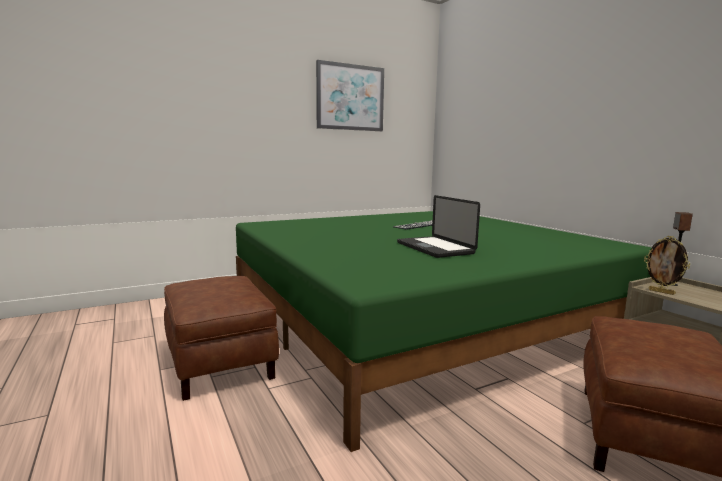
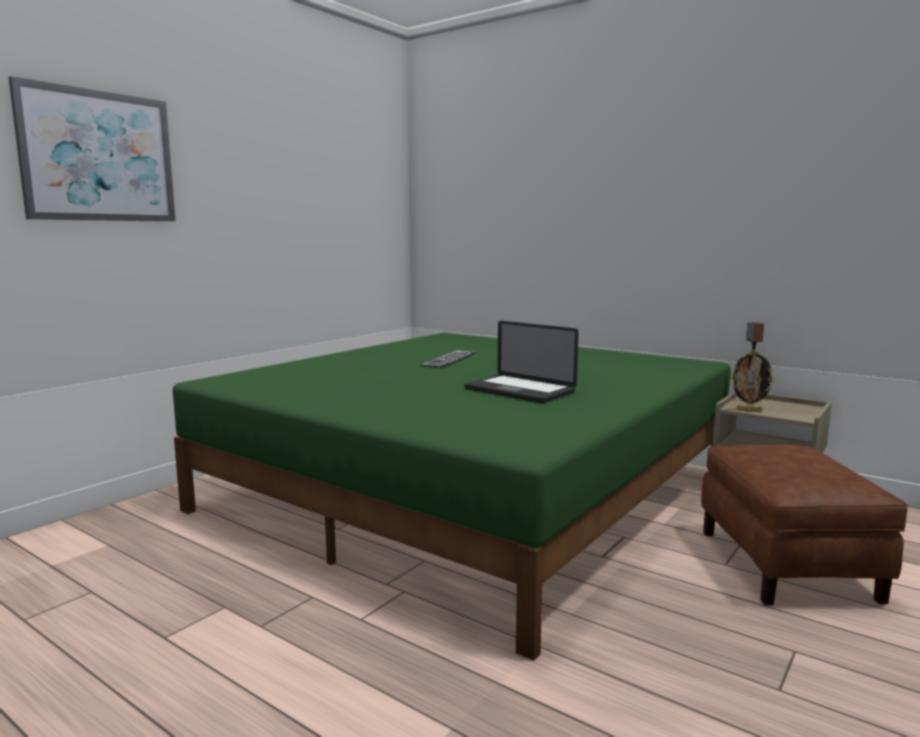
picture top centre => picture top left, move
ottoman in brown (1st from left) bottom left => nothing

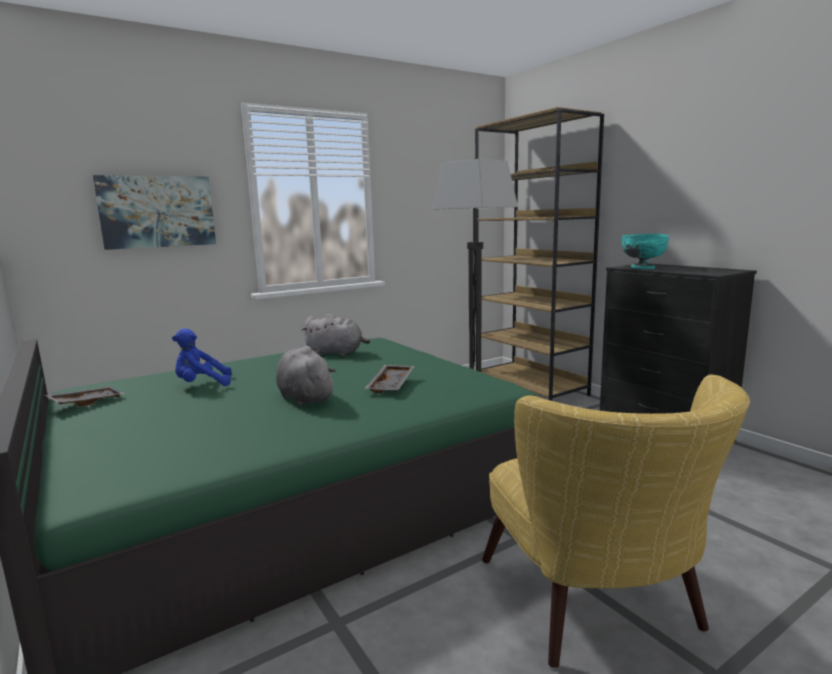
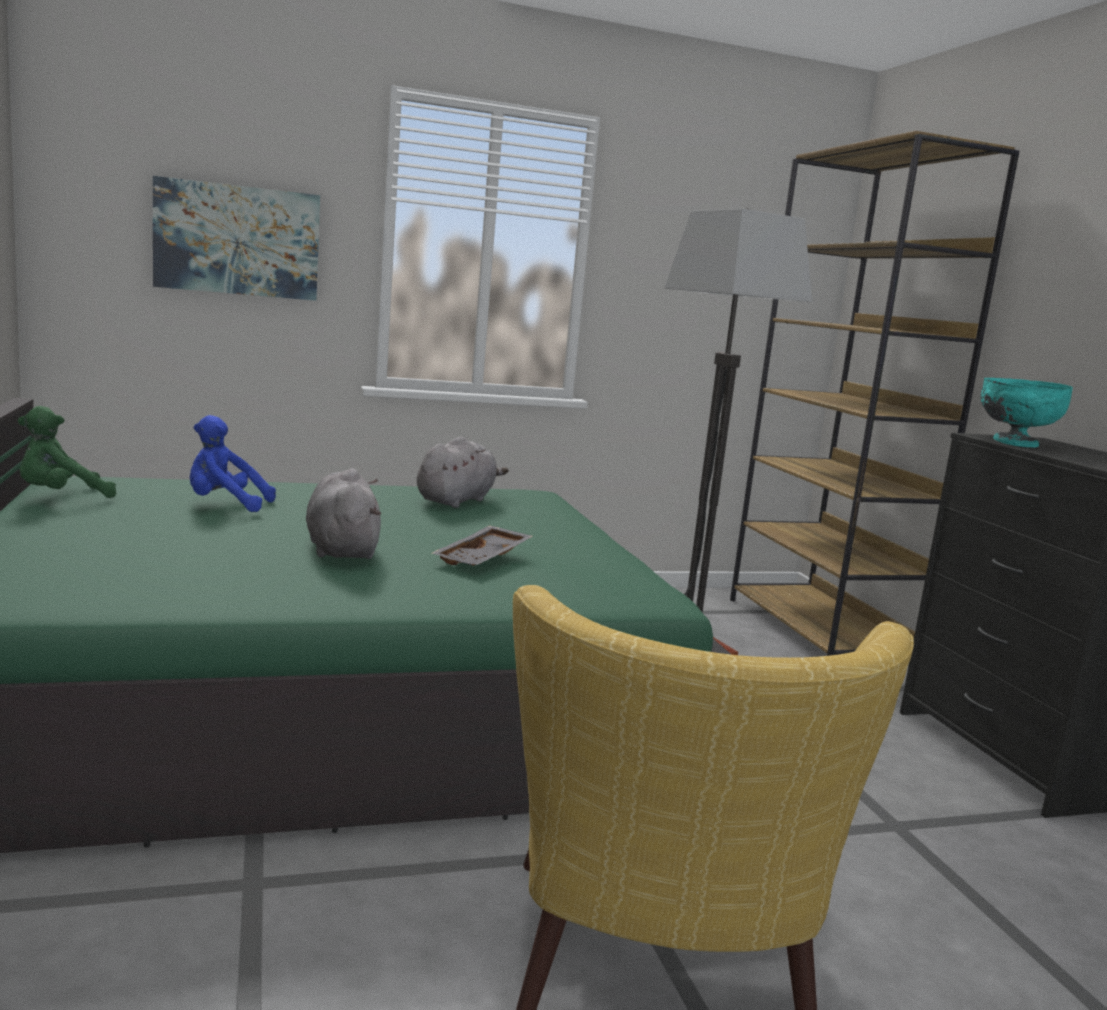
tray in grey (1st from left) middle left => plush toy in green middle left
plush toy in grey (2nd from left) centre, 90 degrees counterclockwise

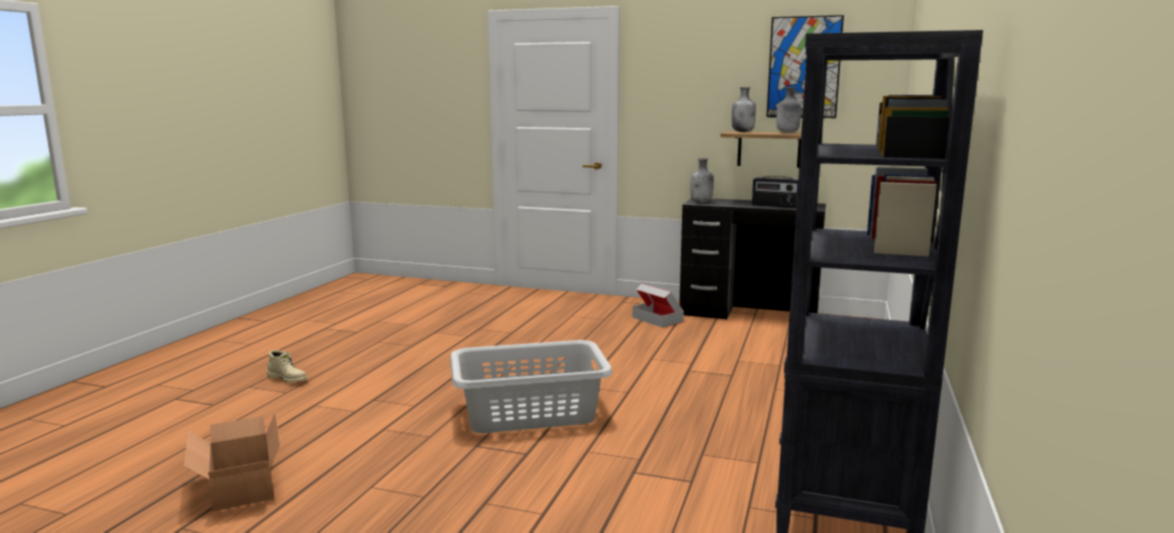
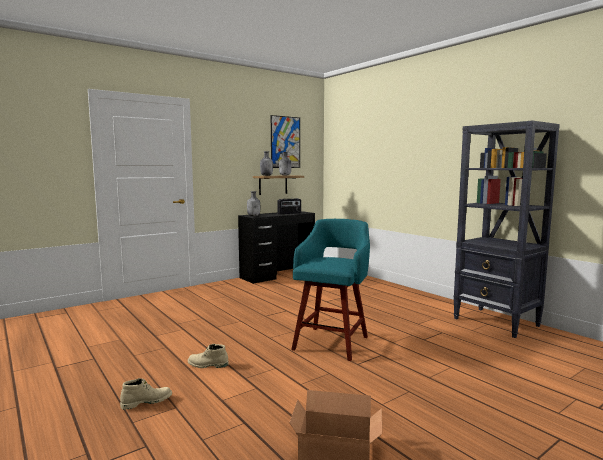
nothing => boot in beige (2nd from left) bottom centre
laundry basket in grey bottom centre => stool in turquoise centre
cardboard box (2nd from left) centre => nothing

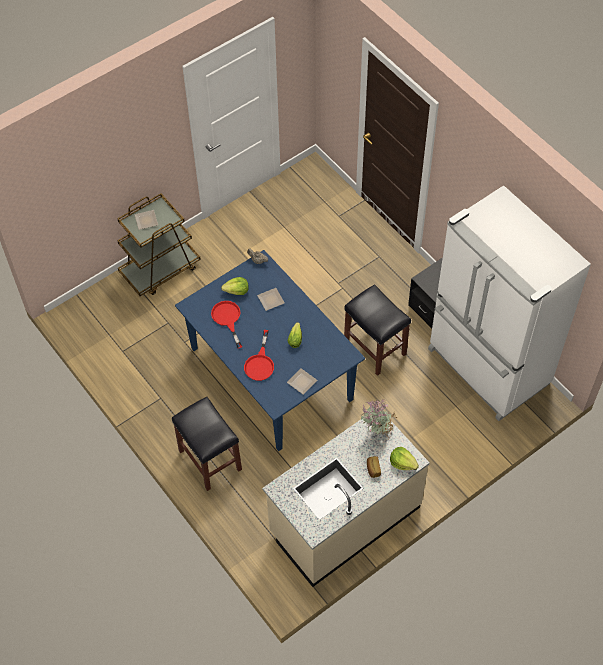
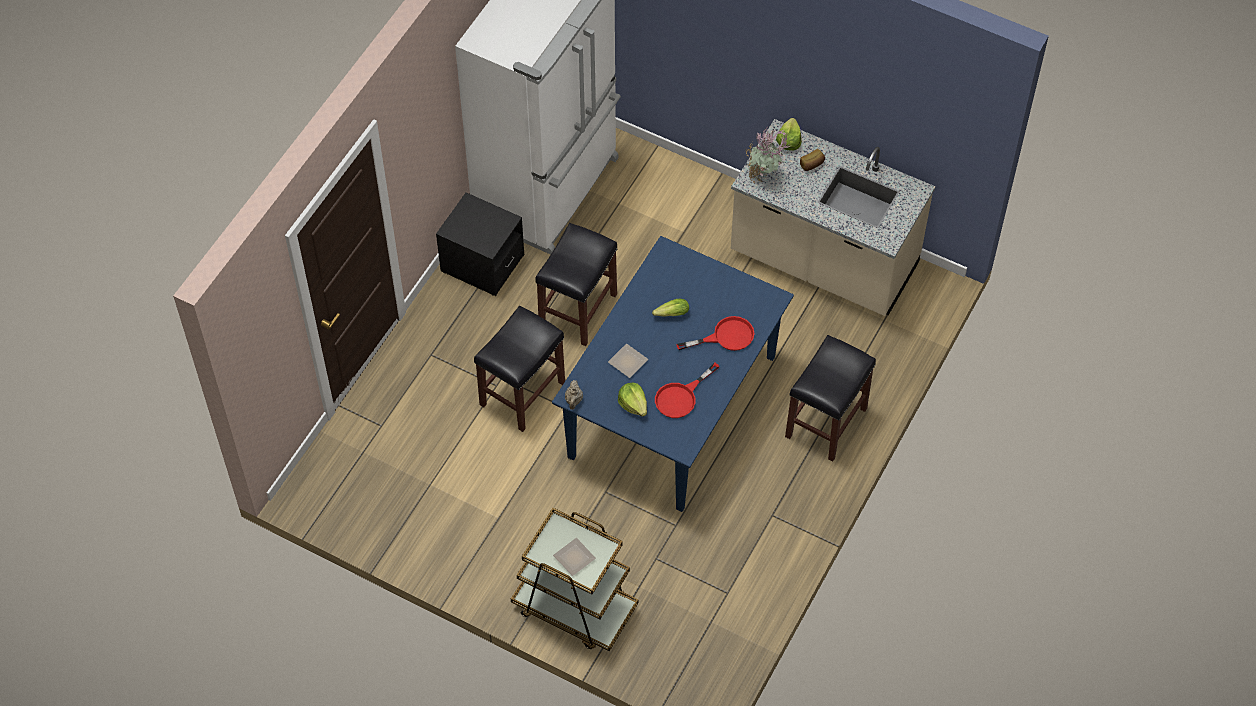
nothing => stool in black (1st from left) centre
plate (3rd from left) centre => nothing

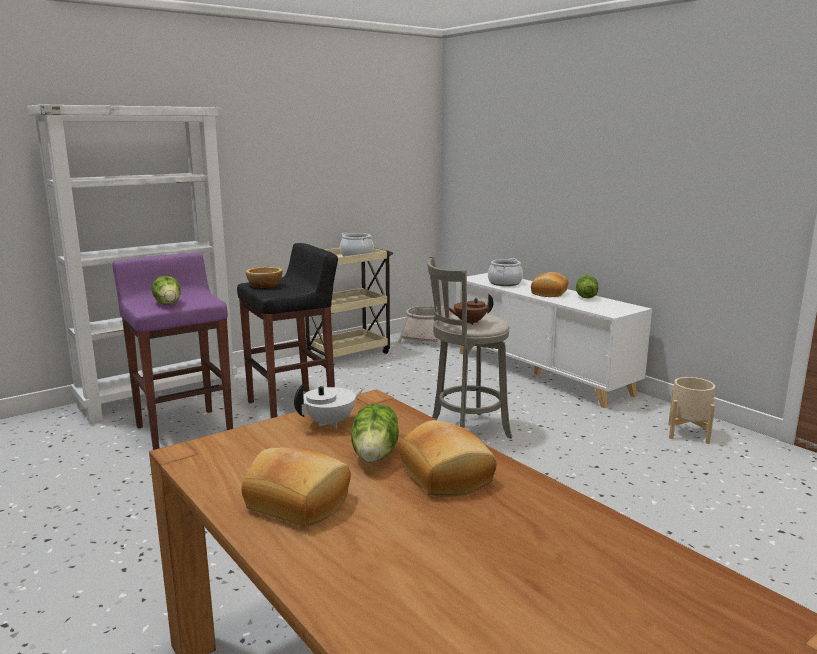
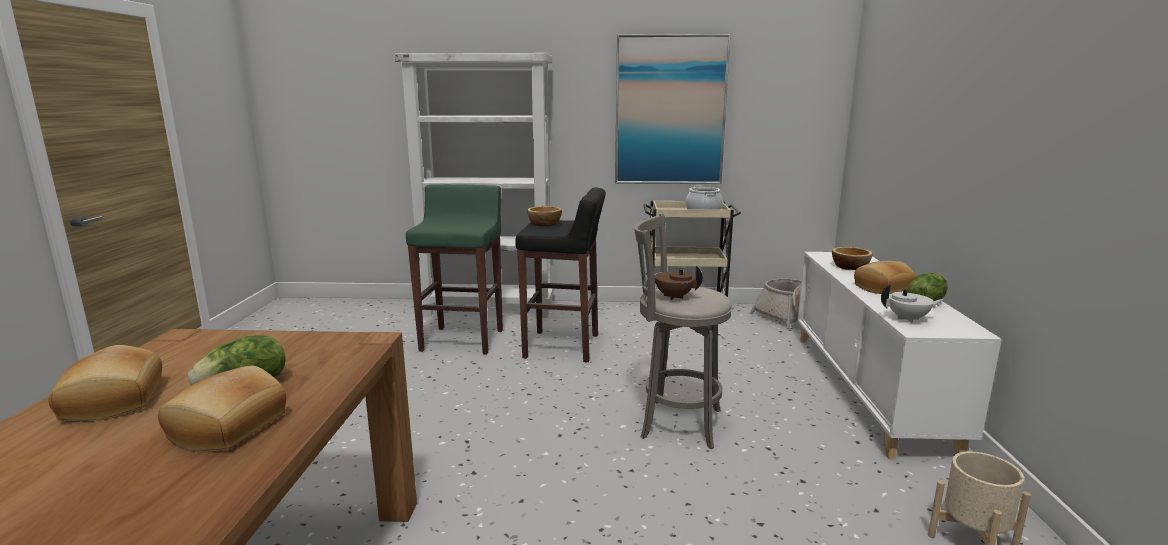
stool in purple middle left => stool in green centre
nothing => picture top centre
cooking pot (2nd from left) centre => bowl (2nd from left) middle right
teapot in white centre => teapot in white middle right, move
lettuce (1st from left) middle left => nothing

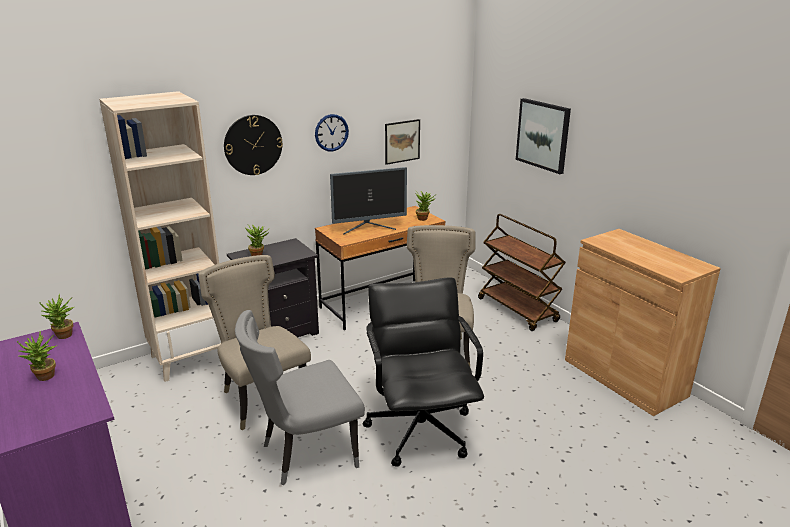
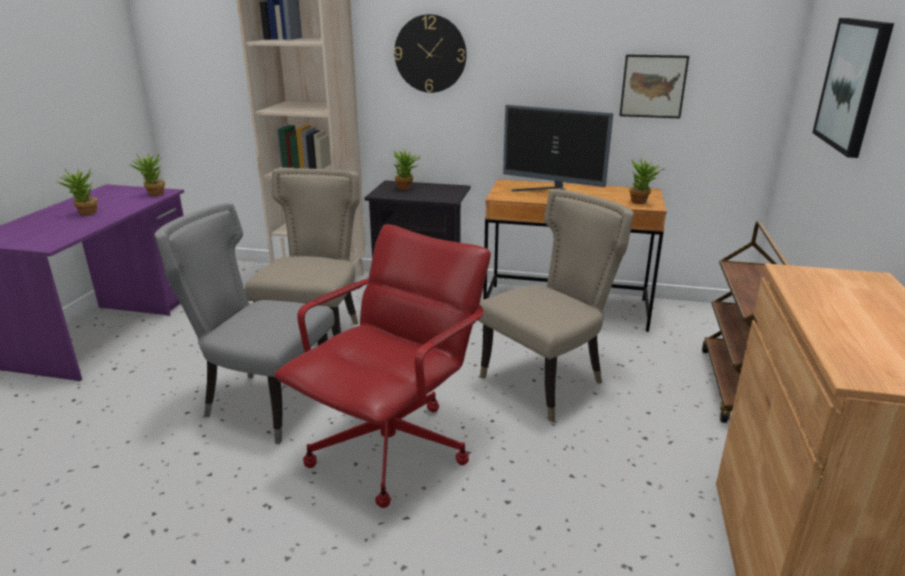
office chair in black bottom centre => office chair in red centre
wall clock (2nd from left) top centre => nothing

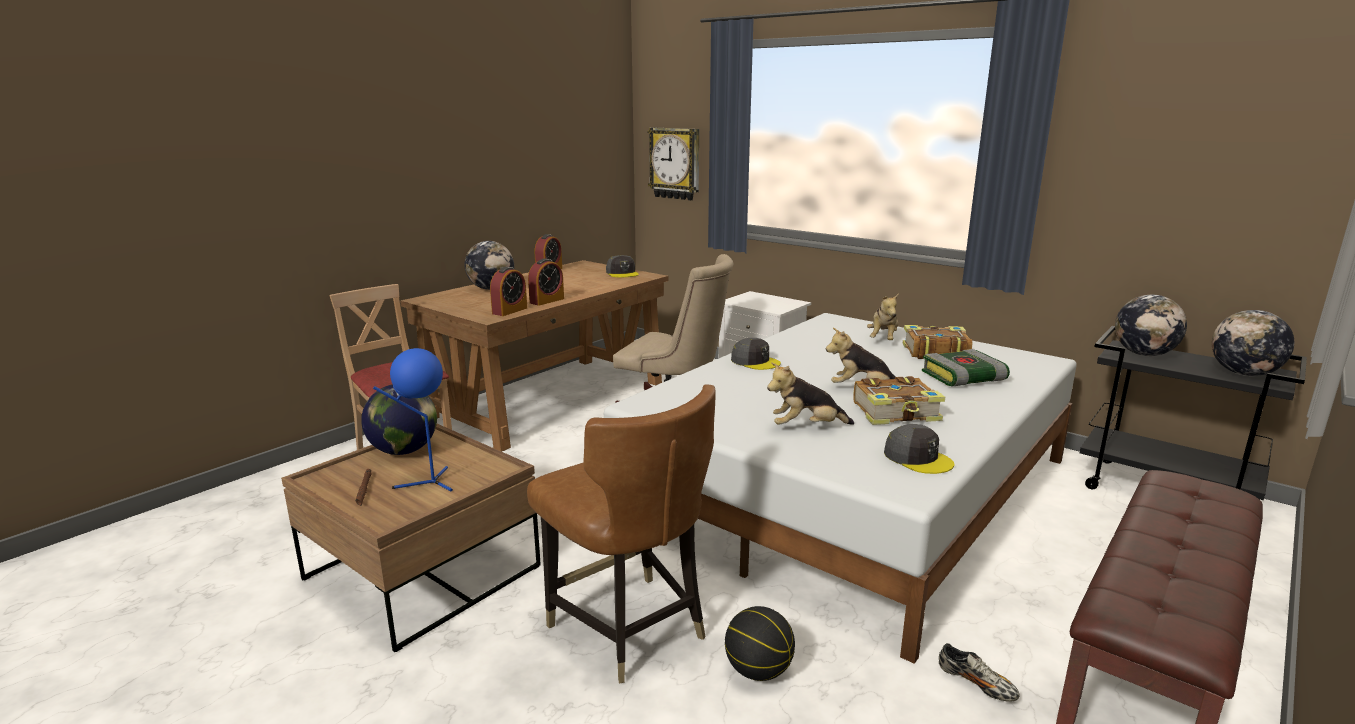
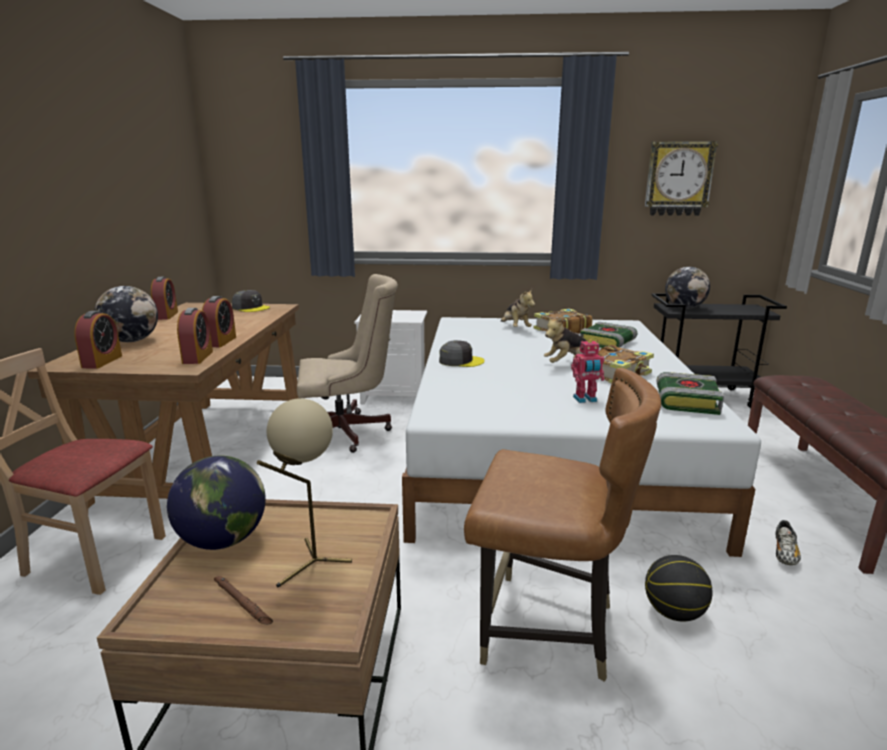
nothing => alarm clock (1st from left) middle left
table lamp in blue middle left => table lamp in beige centre
plush toy (1st from left) centre => toy robot centre
wall clock top centre => wall clock top right, move
cap in grey (3rd from left) middle right => book (4th from left) middle right
shoe bottom right, 105 degrees clockwise
globe (4th from left) middle right => nothing

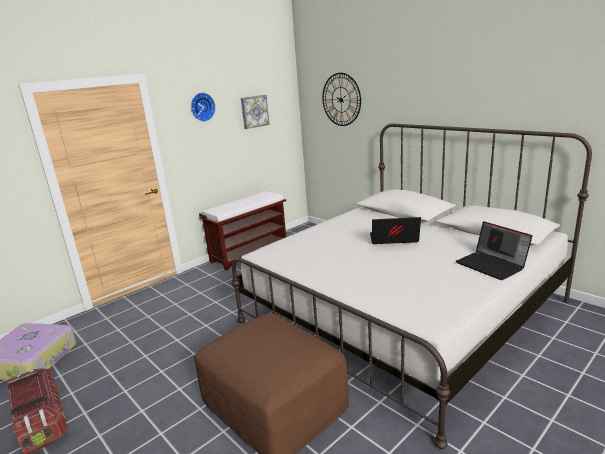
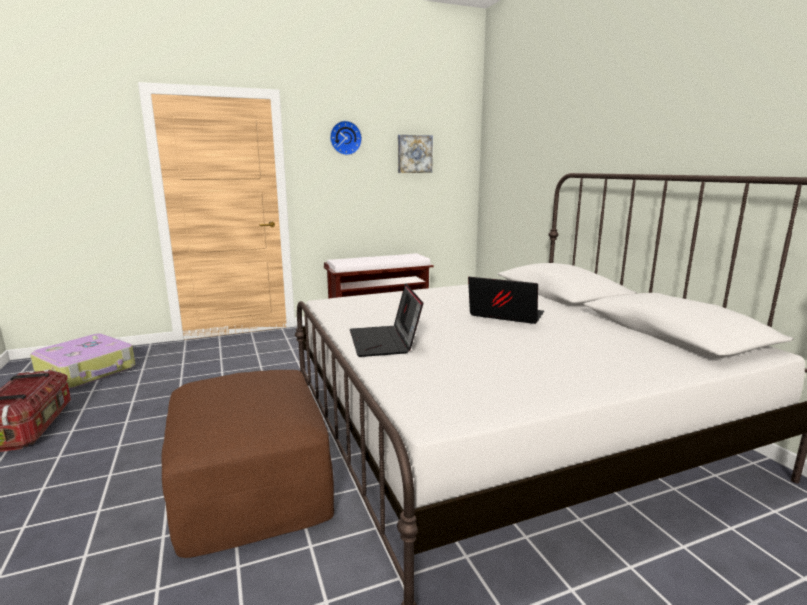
laptop (2nd from left in the first image) middle right => laptop (1st from left) centre, move
wall clock (2nd from left) top centre => nothing

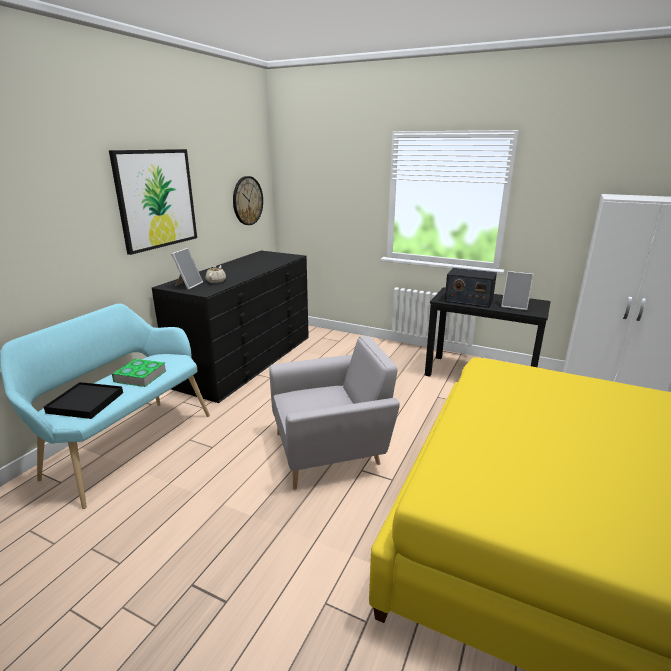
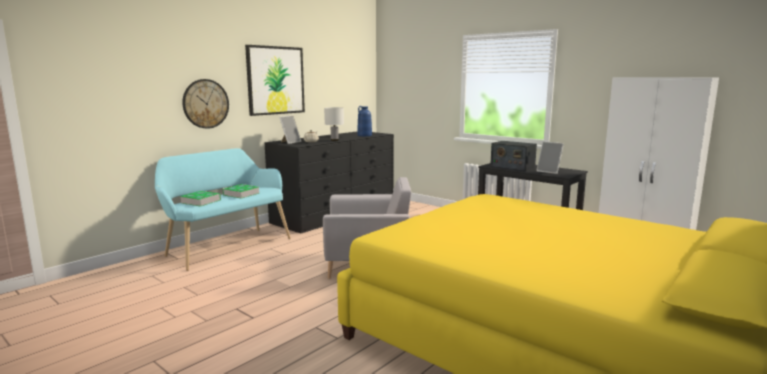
tray in black middle left => book (1st from left) middle left
wall clock top centre => wall clock top left, move
nothing => table lamp in white top centre
nothing => vase in blue top centre

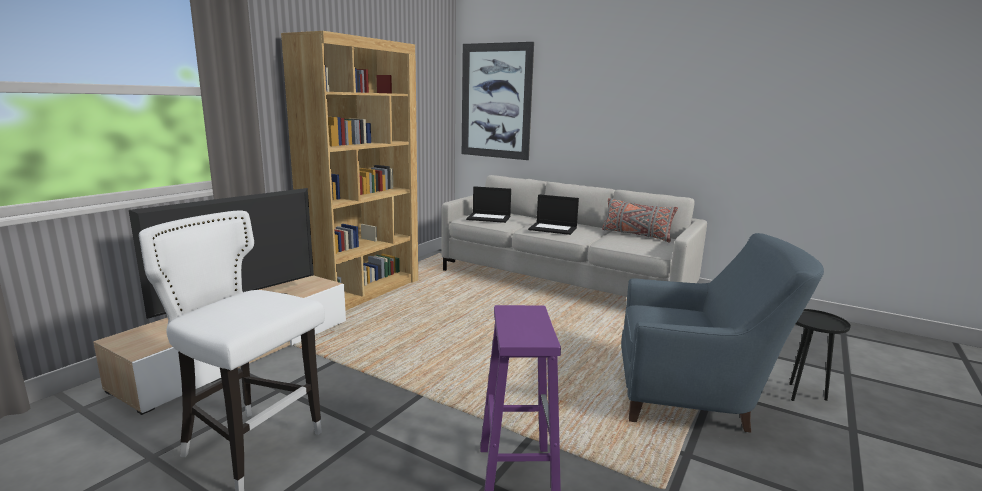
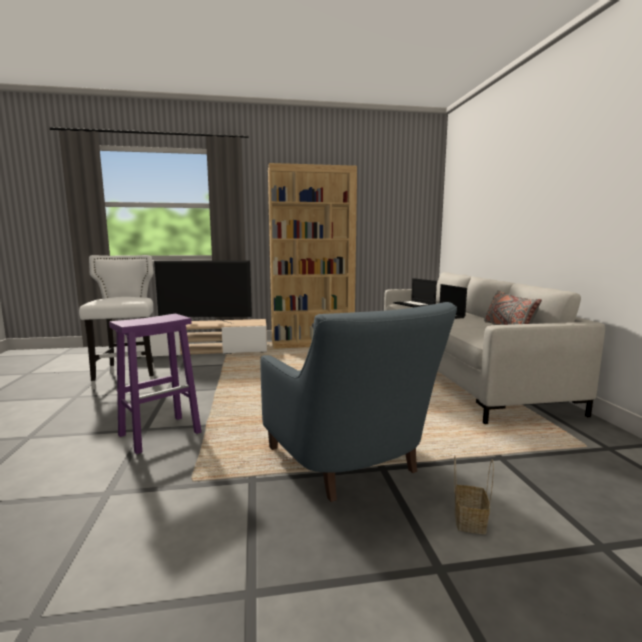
side table in black bottom right => basket bottom right
picture top centre => nothing

